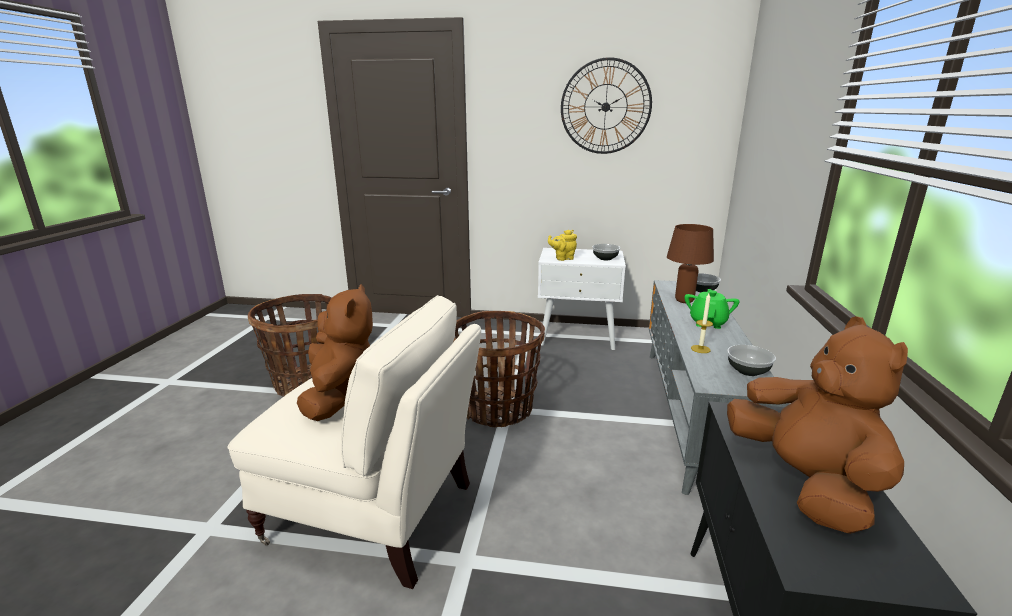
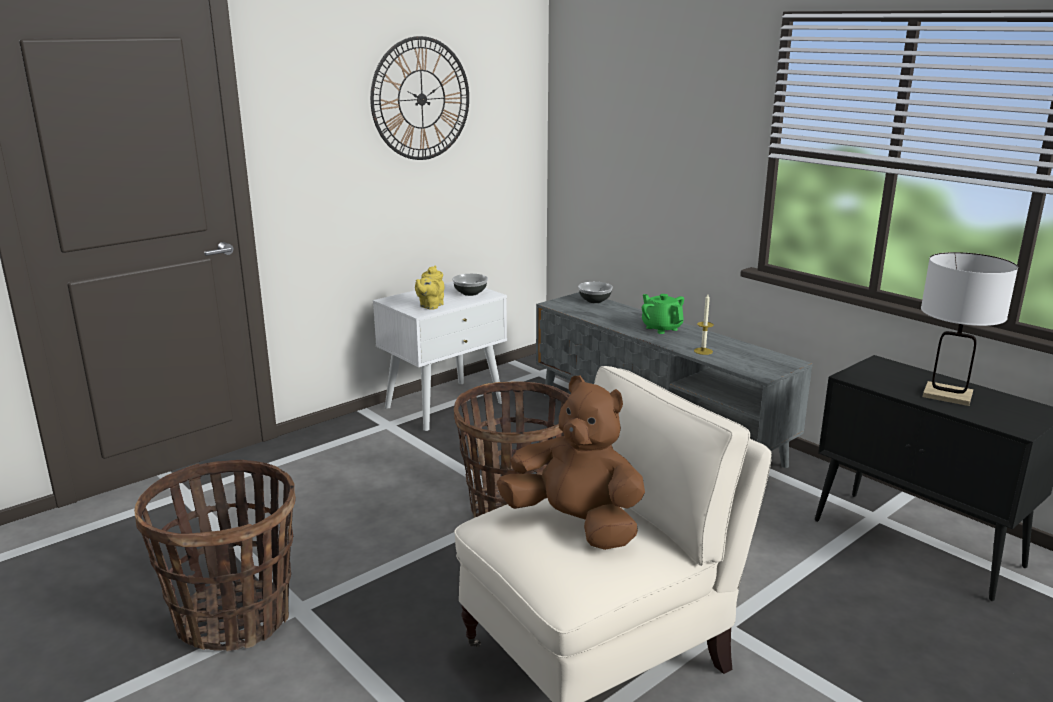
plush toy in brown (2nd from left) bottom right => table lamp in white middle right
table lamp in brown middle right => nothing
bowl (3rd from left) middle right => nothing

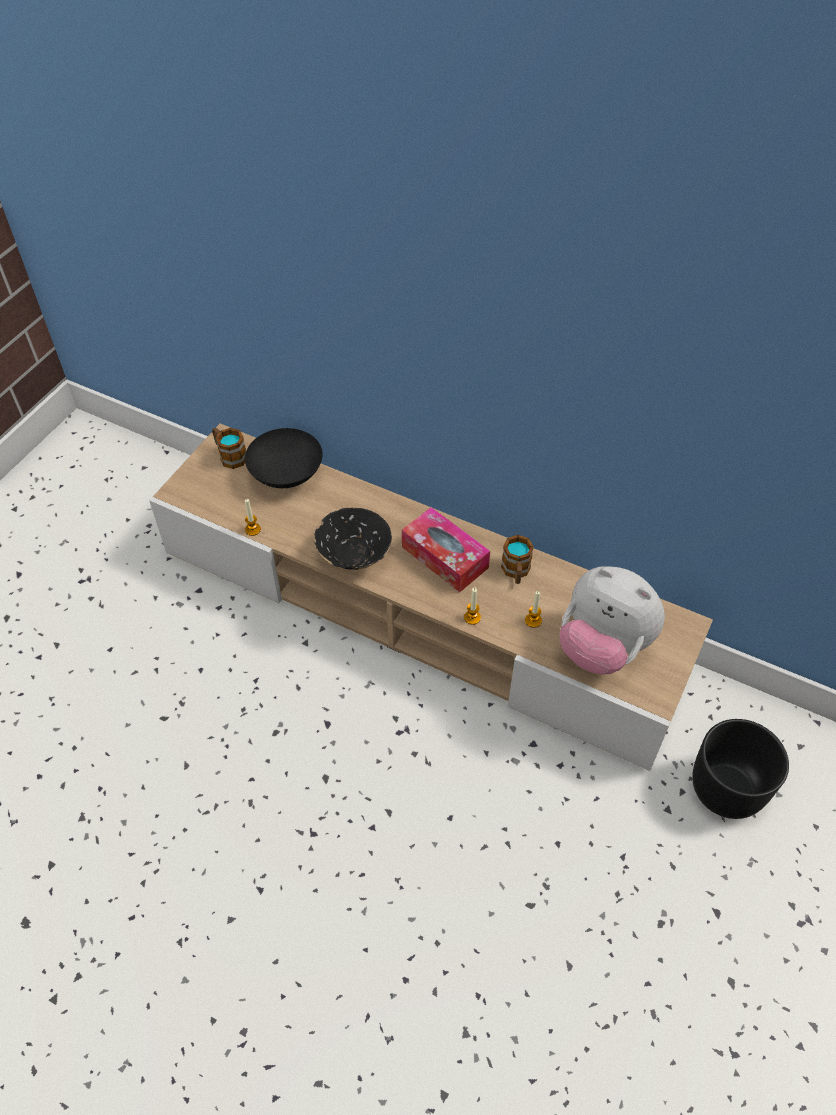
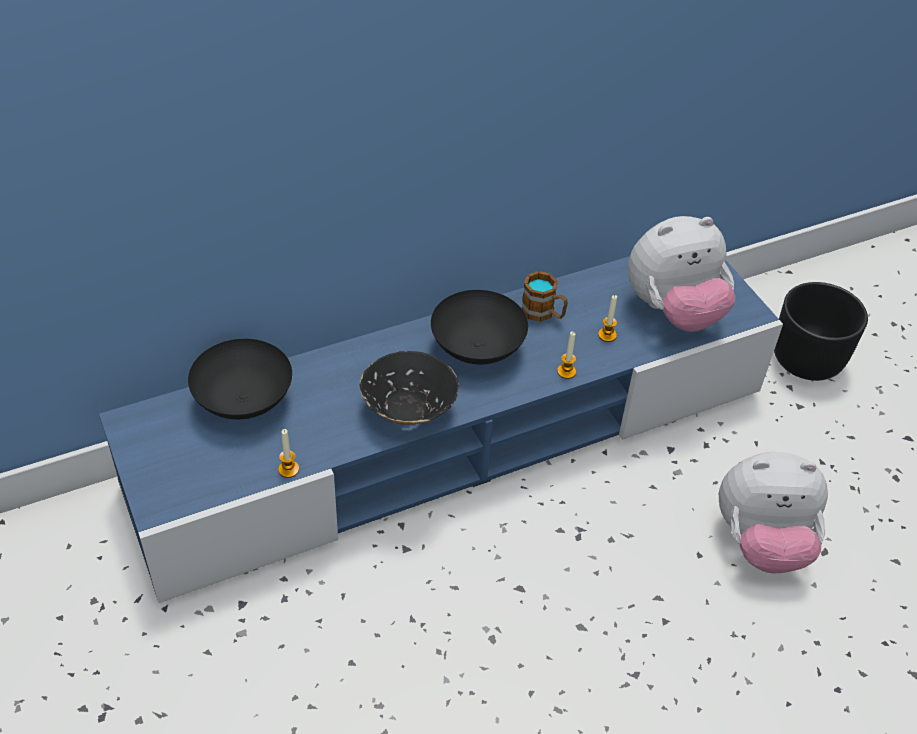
tv stand in beige centre => tv stand in blue centre
tissue box centre => bowl in black (3rd from left) centre
nothing => plush toy (2nd from left) bottom right
mug (1st from left) middle left => nothing

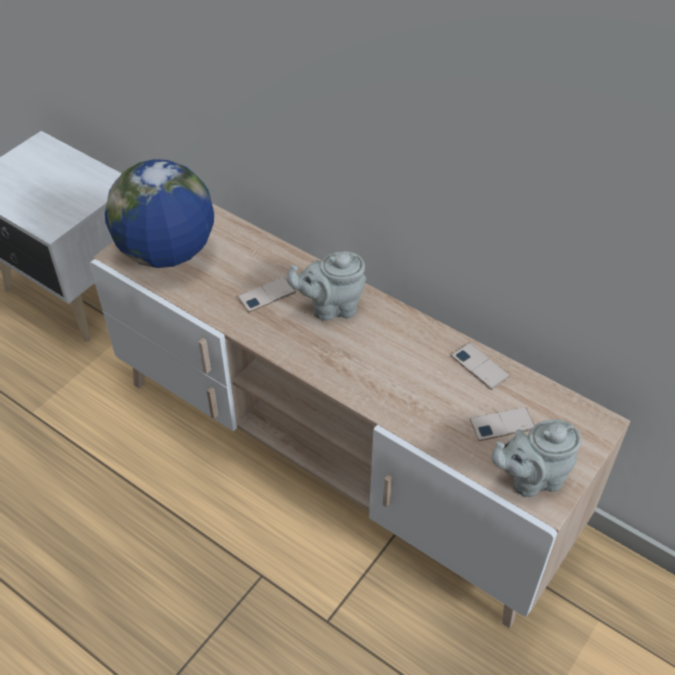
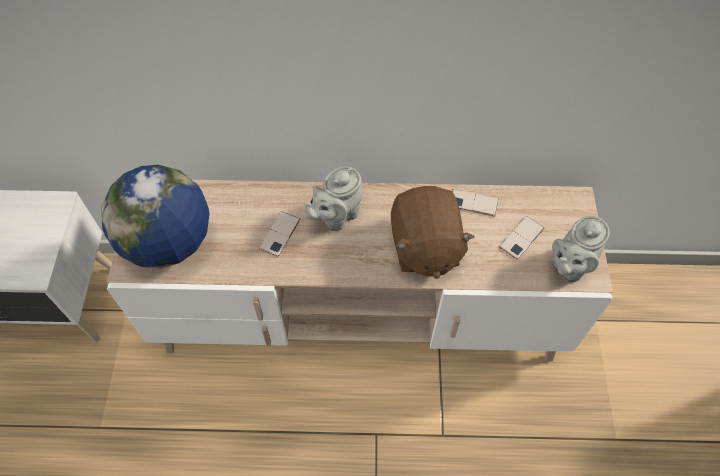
nothing => plush toy in brown centre

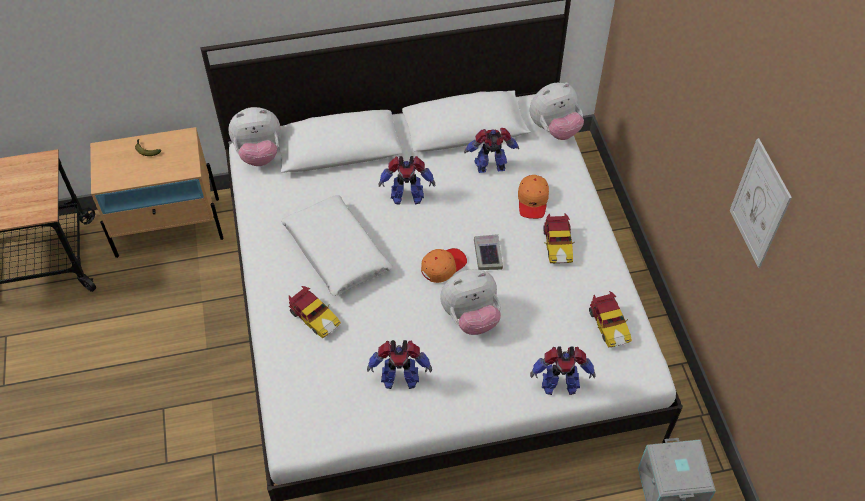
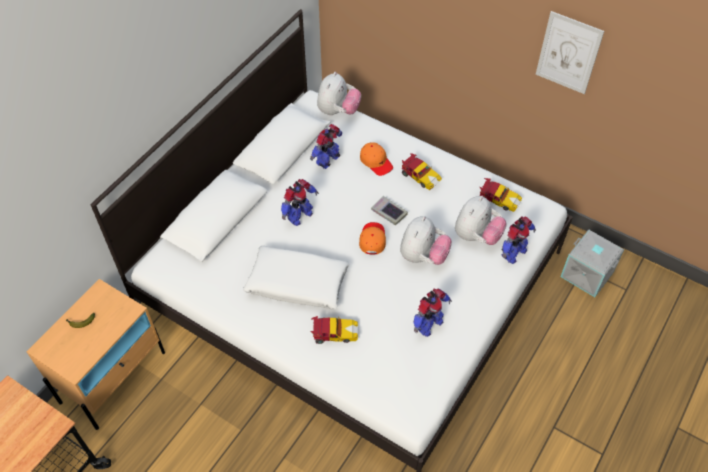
plush toy (1st from left in the first image) top left => plush toy (3rd from left) middle right, move

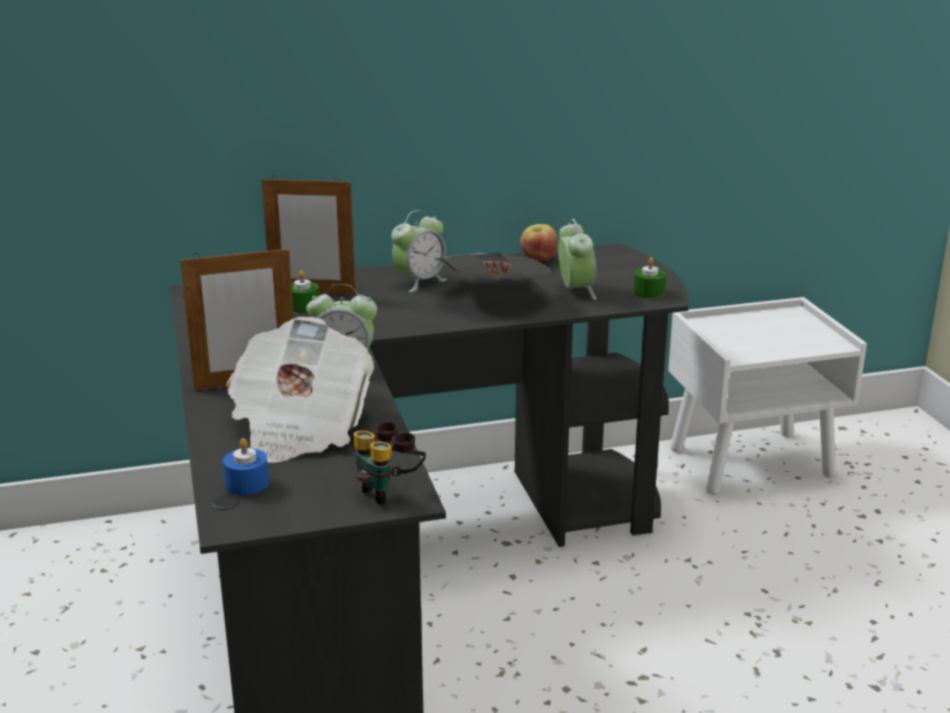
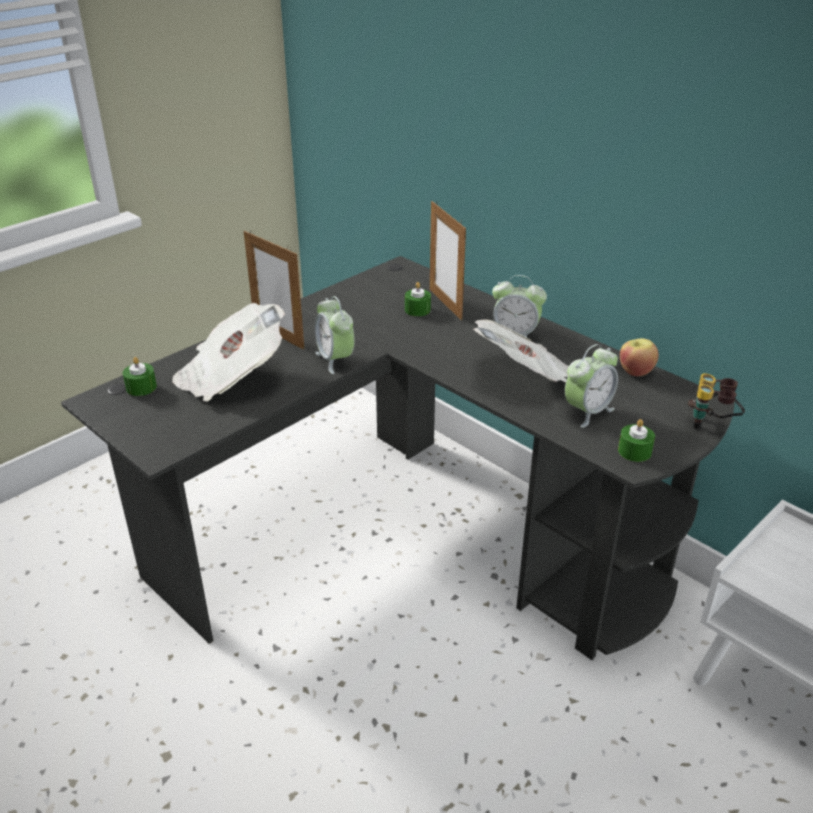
candle in blue middle left => candle in green (1st from left) middle left
binoculars centre => binoculars middle right, move

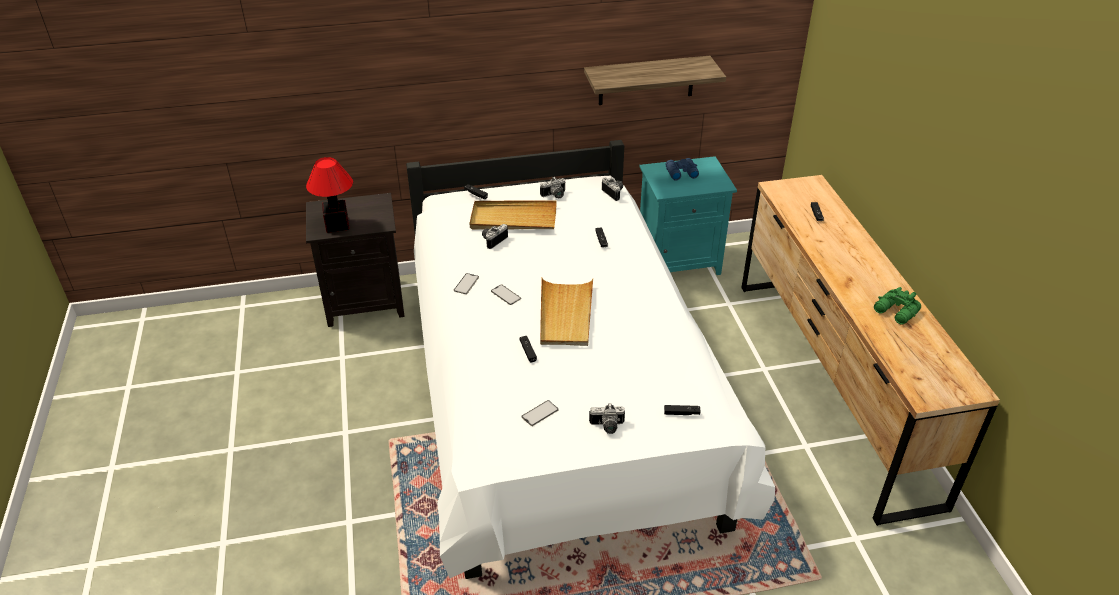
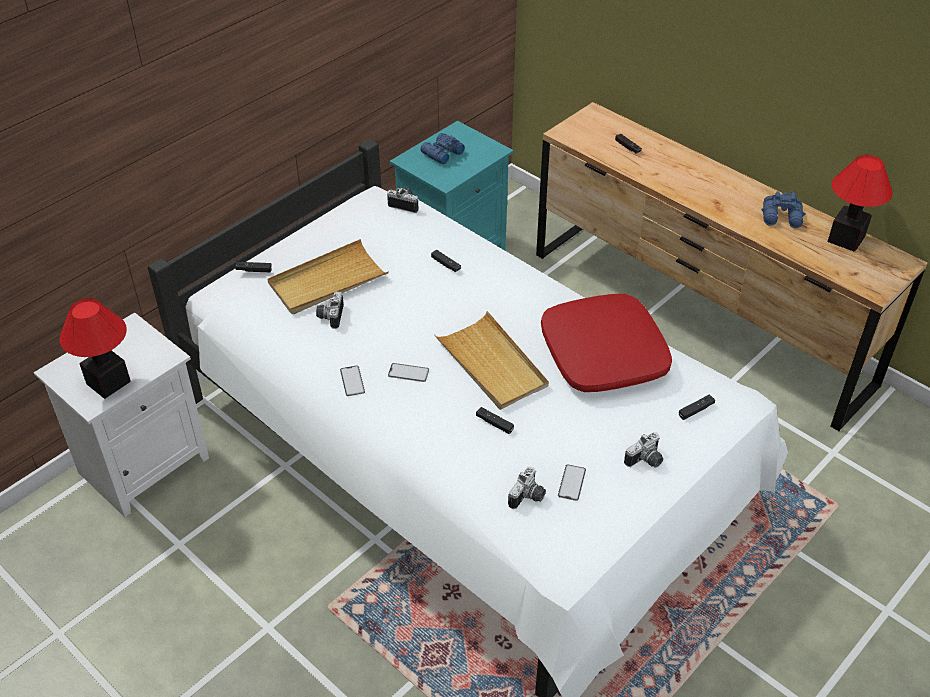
nightstand in black middle left => nightstand in white middle left
photo camera (2nd from left in the first image) top centre => photo camera (3rd from left) bottom centre, move
nothing => pillow in red centre
binoculars in green middle right => binoculars in blue (2nd from left) top right
nothing => table lamp (2nd from left) top right
shelf top centre => nothing

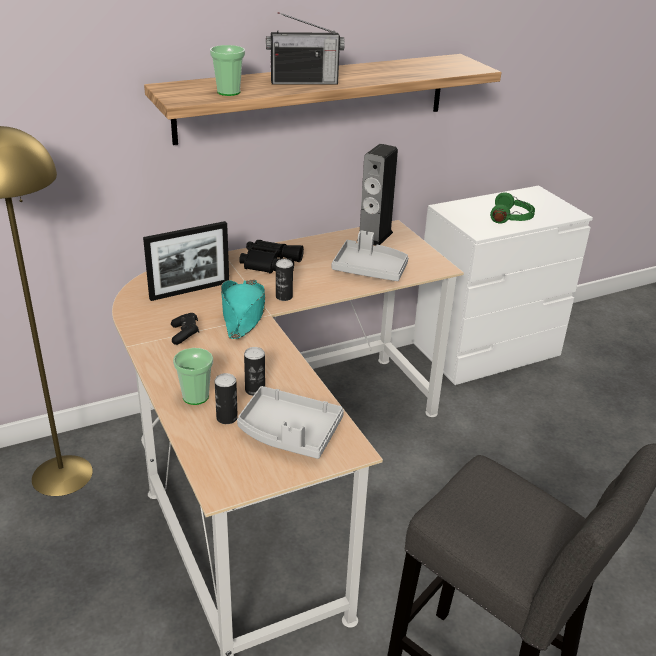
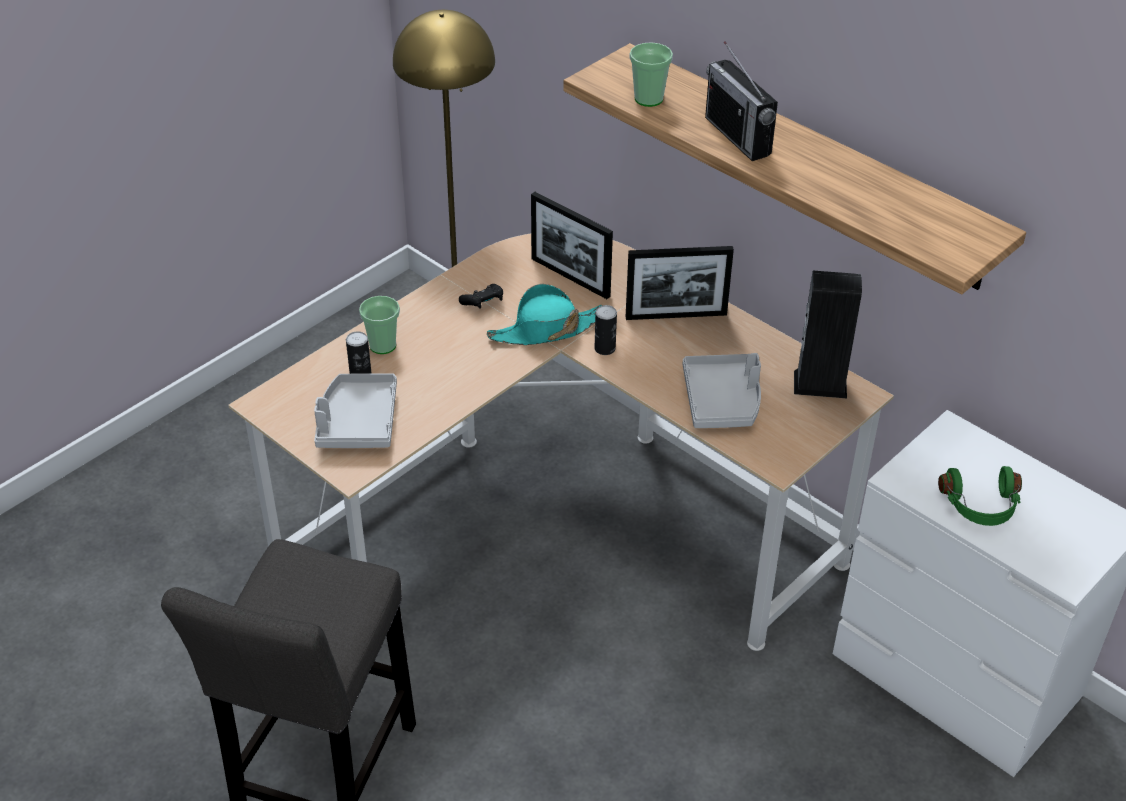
binoculars in black centre => picture frame (2nd from left) centre
can (2nd from left) centre => nothing

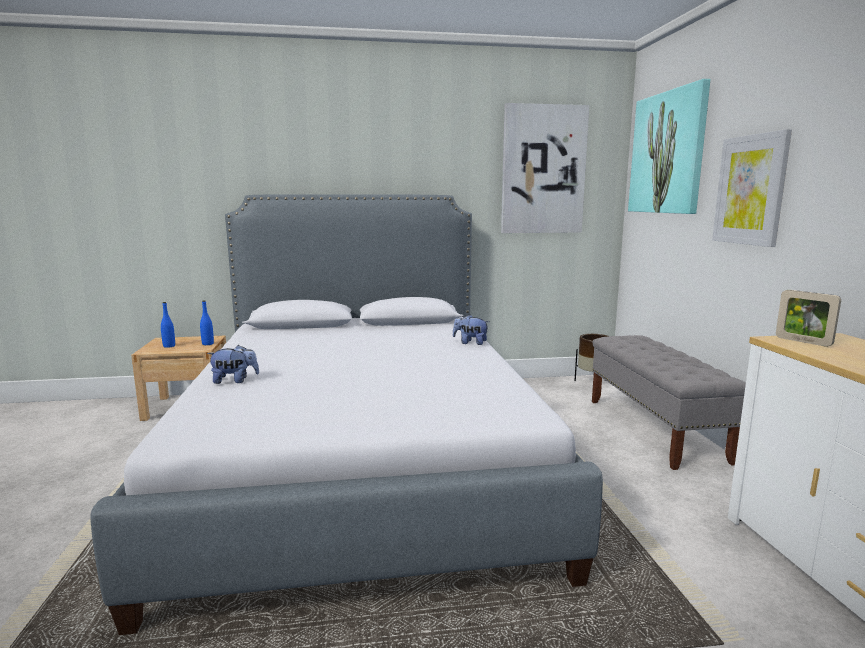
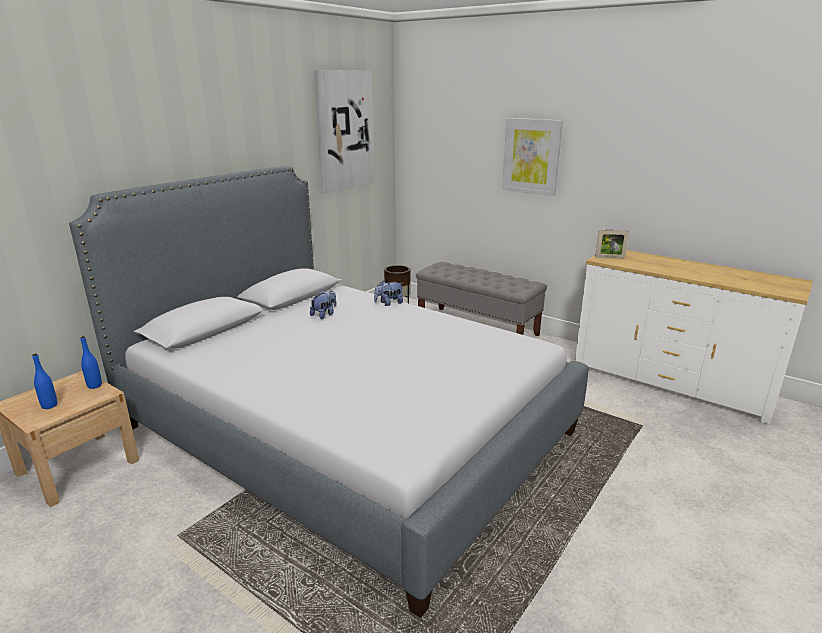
plush toy (1st from left) middle left => plush toy (1st from left) centre, move
picture (2nd from left) top right => nothing

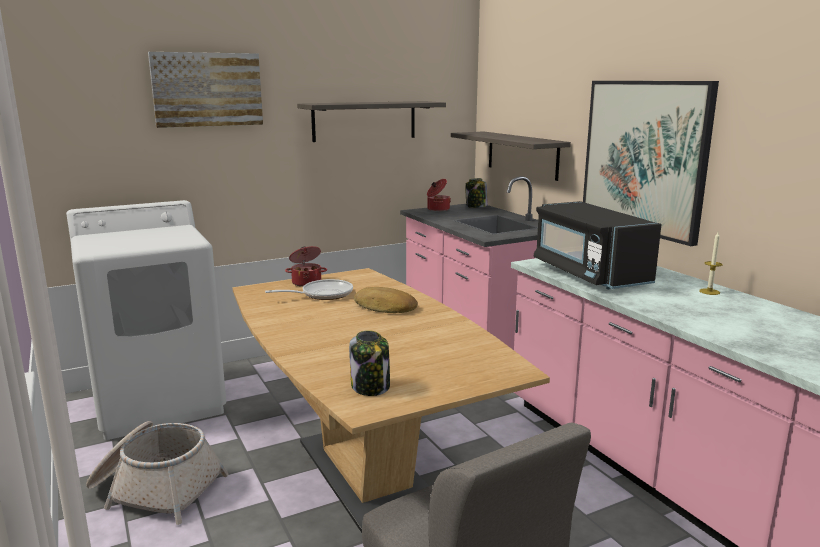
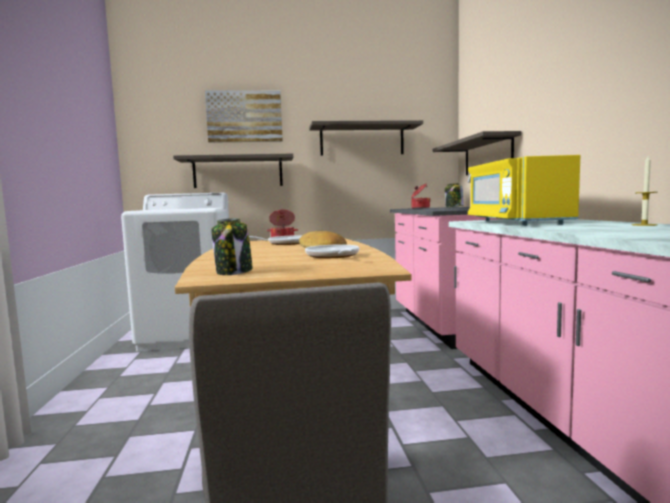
nothing => shelf (1st from left) centre
nothing => frying pan (2nd from left) centre
microwave in black middle right => microwave in yellow middle right
basket bottom left => nothing
picture (2nd from left) top right => nothing

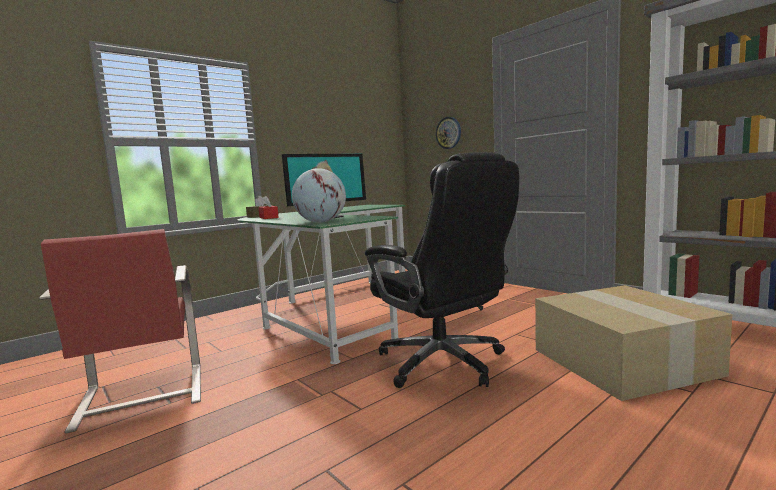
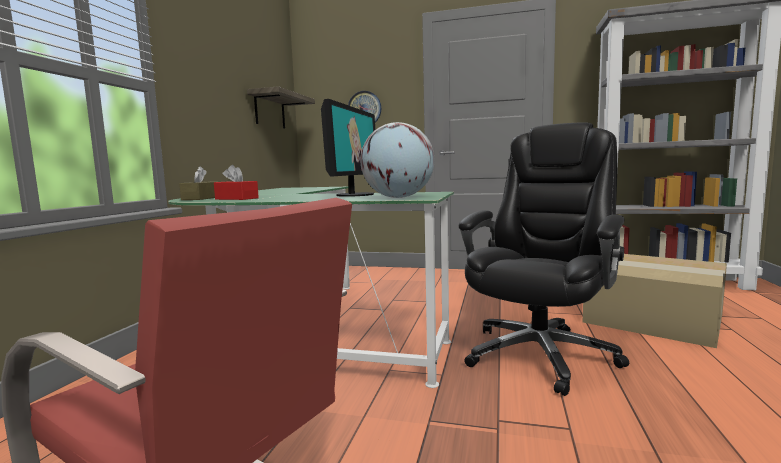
nothing => shelf top centre
office chair in black centre => office chair in black middle right, 75 degrees counterclockwise

